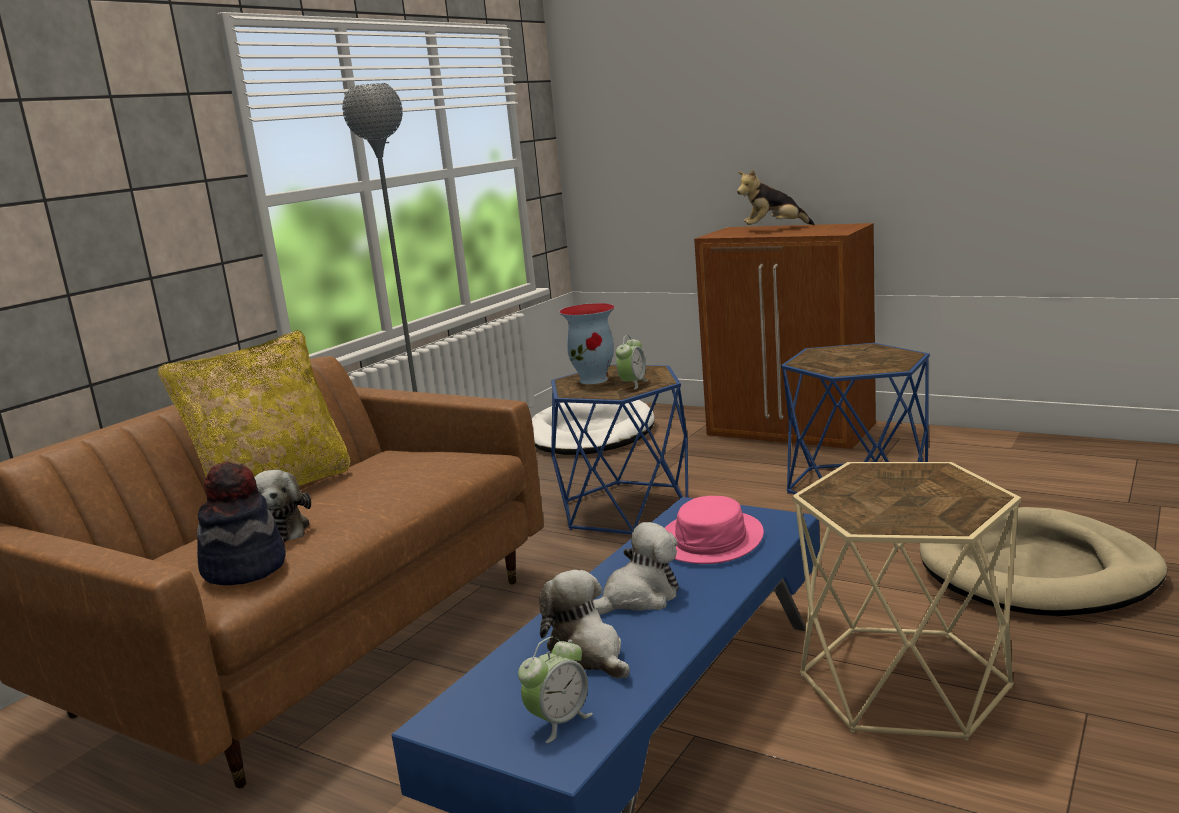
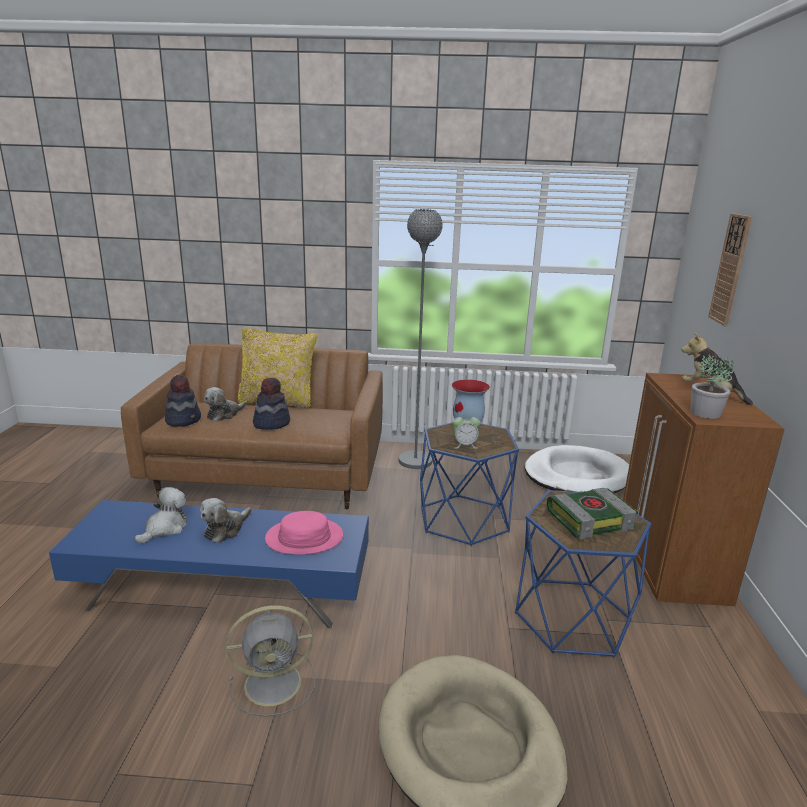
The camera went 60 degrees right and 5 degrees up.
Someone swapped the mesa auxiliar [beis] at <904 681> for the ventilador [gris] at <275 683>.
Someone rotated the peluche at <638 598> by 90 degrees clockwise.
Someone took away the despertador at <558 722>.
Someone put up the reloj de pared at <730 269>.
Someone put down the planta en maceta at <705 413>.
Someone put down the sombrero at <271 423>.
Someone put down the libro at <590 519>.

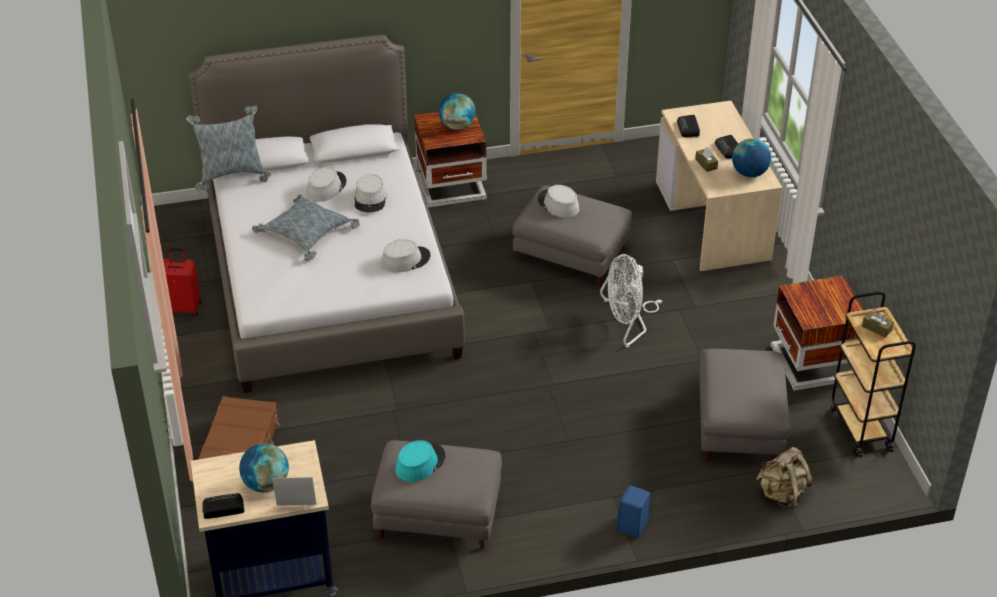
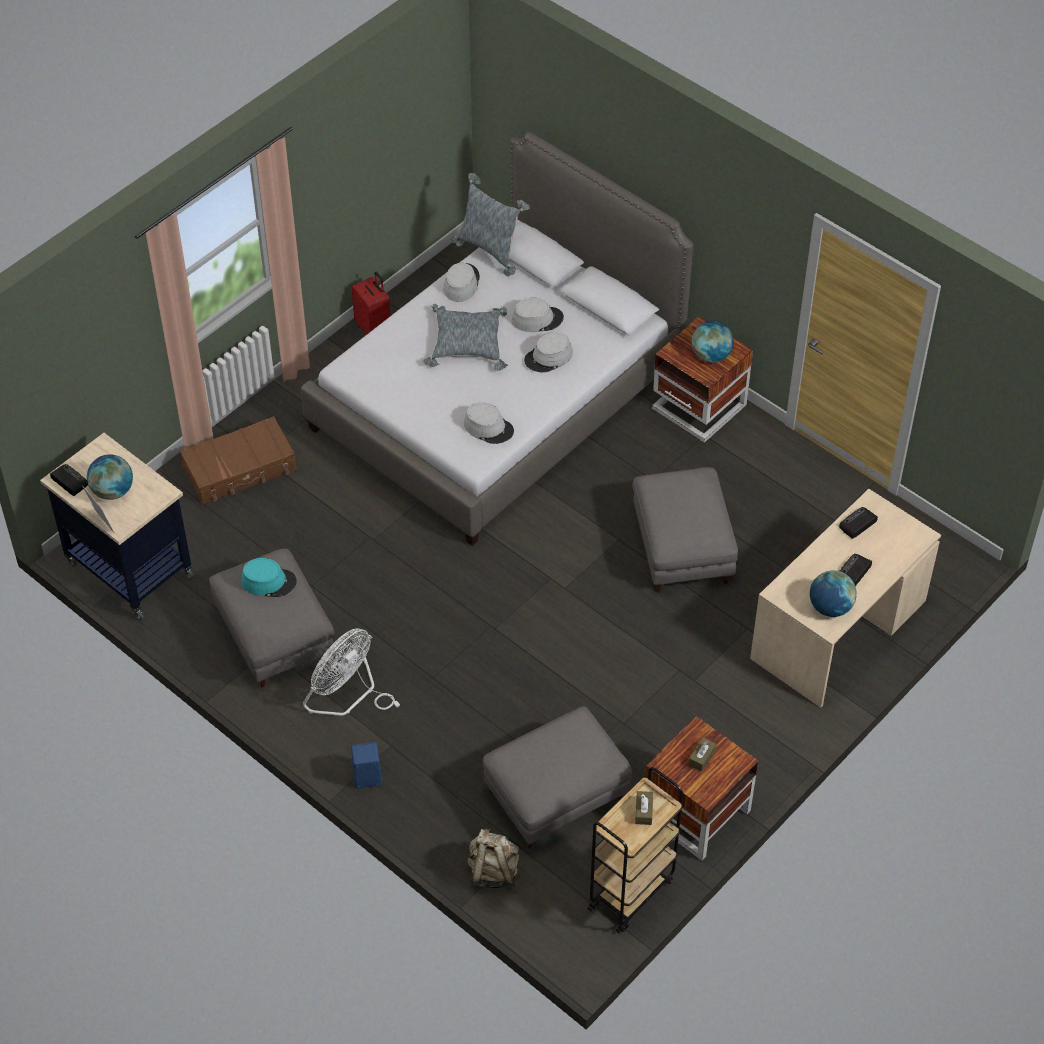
The camera went 55 degrees right and 10 degrees up.
Someone carried the caja de pañuelos [marrón] from <706 164> to <701 757>.
Someone carried the sombrero [gris] from <558 204> to <461 283>.
Someone carried the ventilador [blanco] from <629 319> to <352 693>.

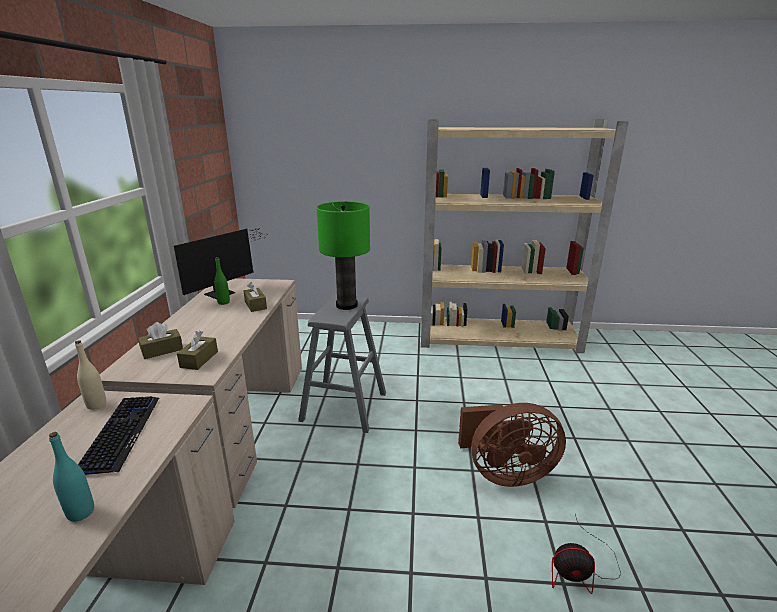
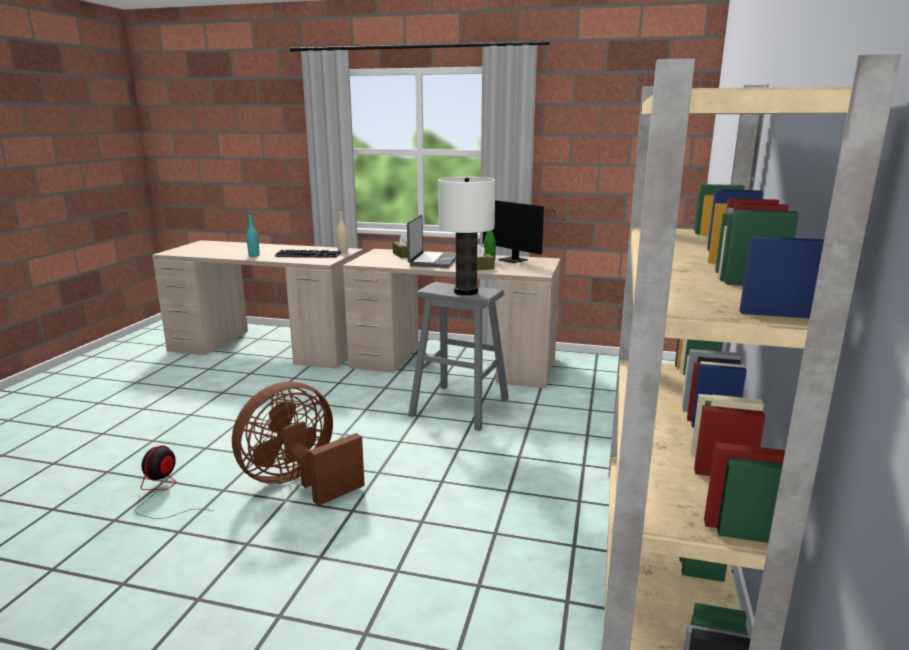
The camera went 100 degrees right and 5 degrees down.
Someone repainted the lámpara de mesa [verde] at <347 305>, which became the lámpara de mesa [blanco] at <465 292>.
Someone took away the caja de pañuelos [marrón] at <199 359>.
Someone rotated the ventilador [marrón] at <505 473> by 45 degrees clockwise.
Someone put down the portátil at <433 261>.

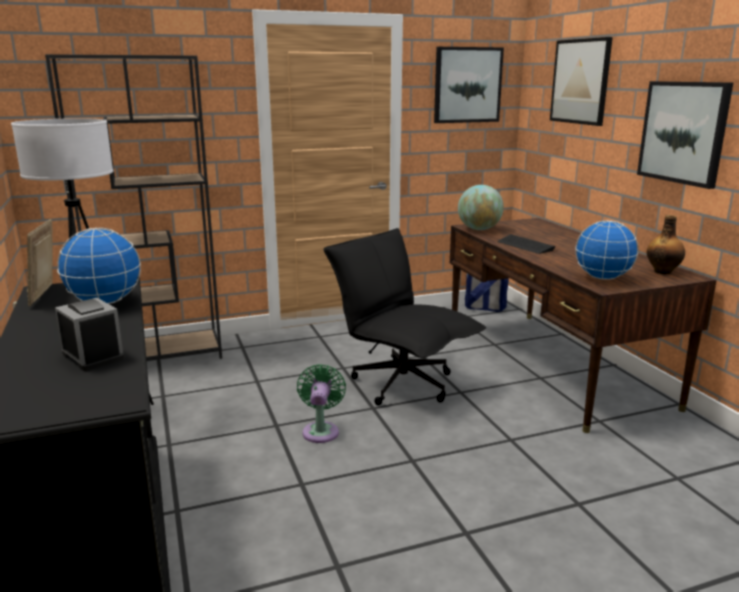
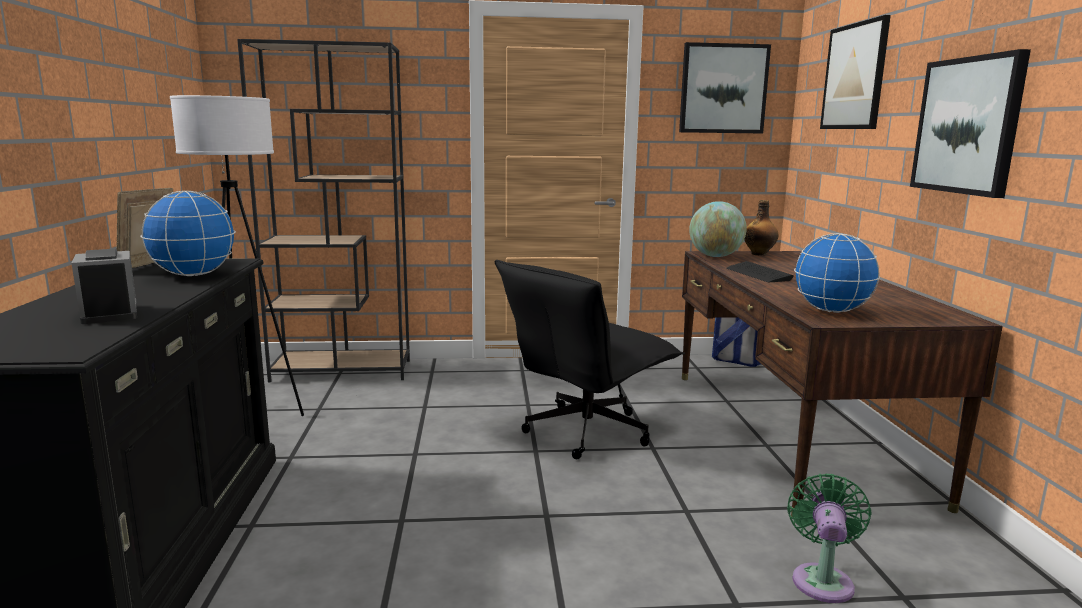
The camera went 15 degrees right and 5 degrees down.
Someone carried the botella from <663 271> to <759 254>.
Someone rotated the silla de oficina [negro] at <404 384> by 105 degrees counterclockwise.
Someone carried the ventilador [verde] from <321 430> to <822 579>.

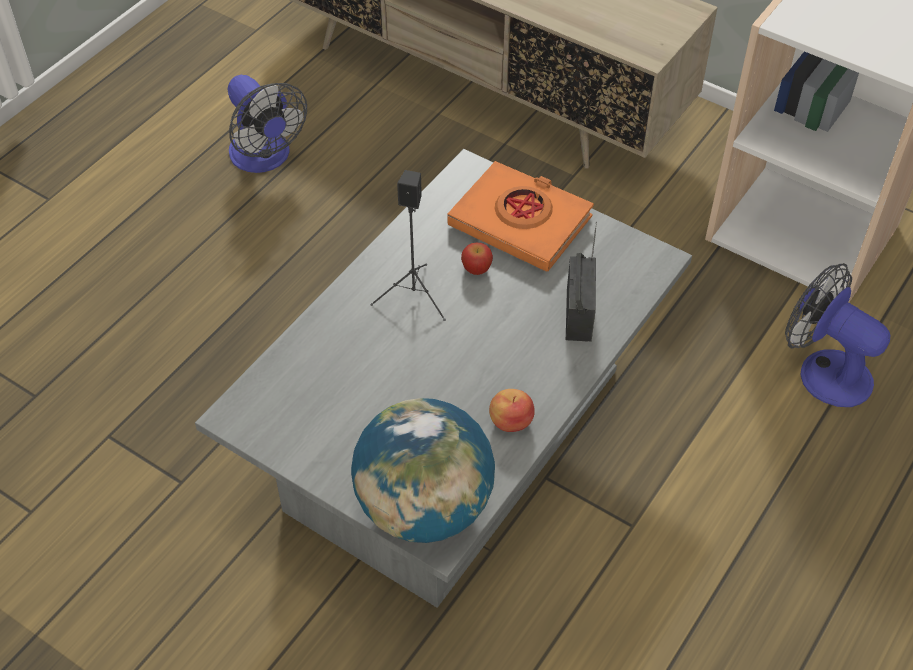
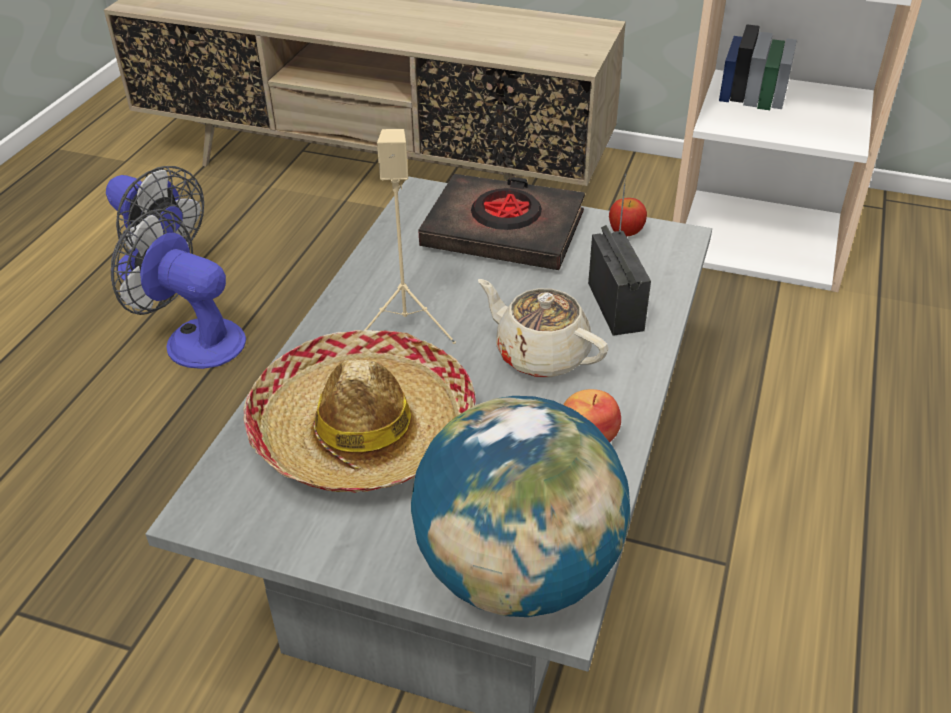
The camera went 15 degrees left and 10 degrees down.
Someone repainted the libro [naranja] at <520 222>, which became the libro [negro] at <504 231>.
Someone repainted the altavoz [negro] at <415 296>, which became the altavoz [beis] at <407 325>.
Someone carried the manzana from <476 269> to <626 232>.
Someone carried the ventilador from <824 371> to <194 339>.
Someone put down the tetera [beis] at <540 354>.
Someone put down the sombrero at <362 430>.

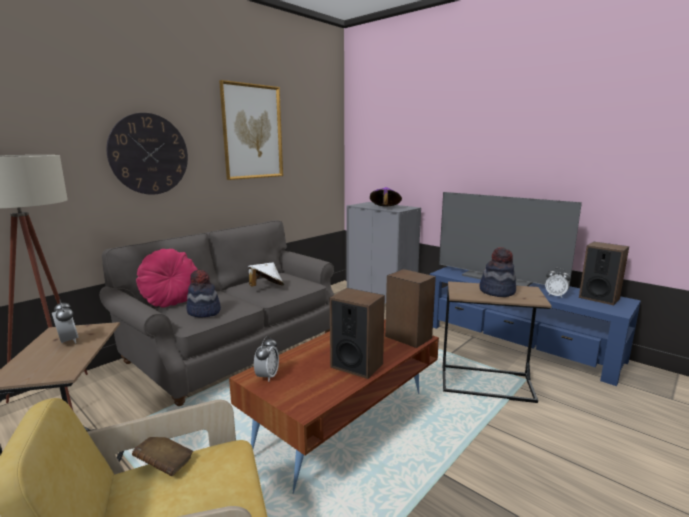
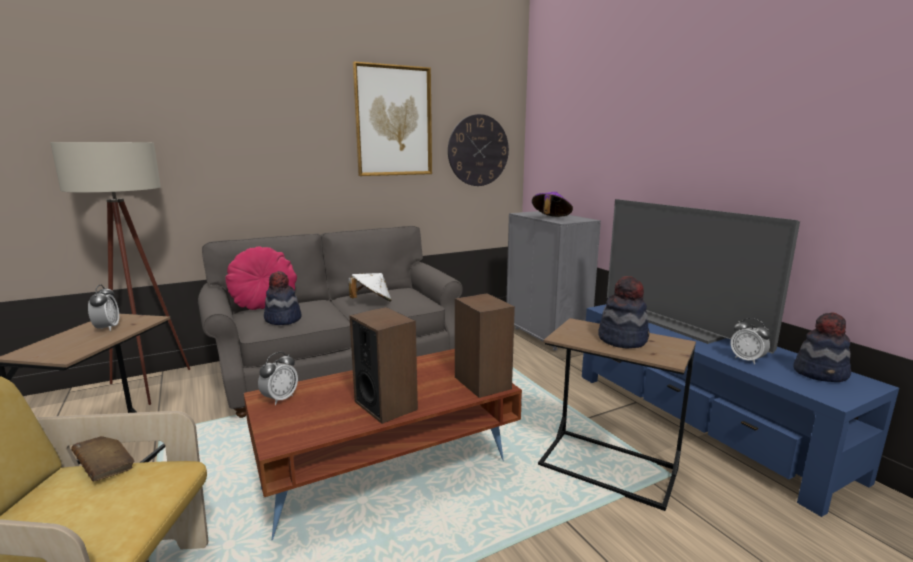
The camera went 20 degrees right and 0 degrees up.
Someone carried the reloj de pared from <149 154> to <478 150>.
Someone swapped the altavoz at <599 298> for the sombrero at <821 373>.

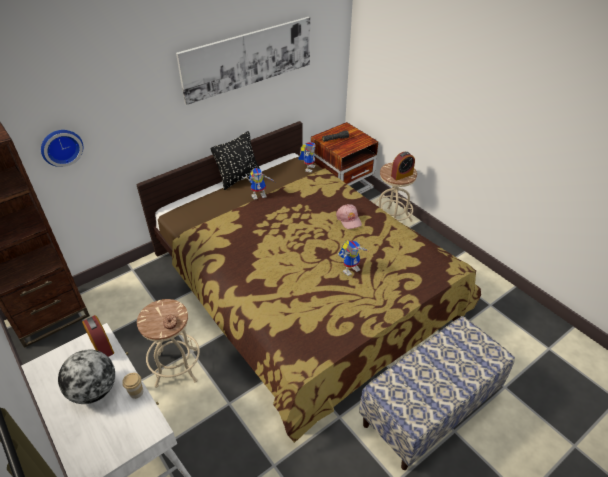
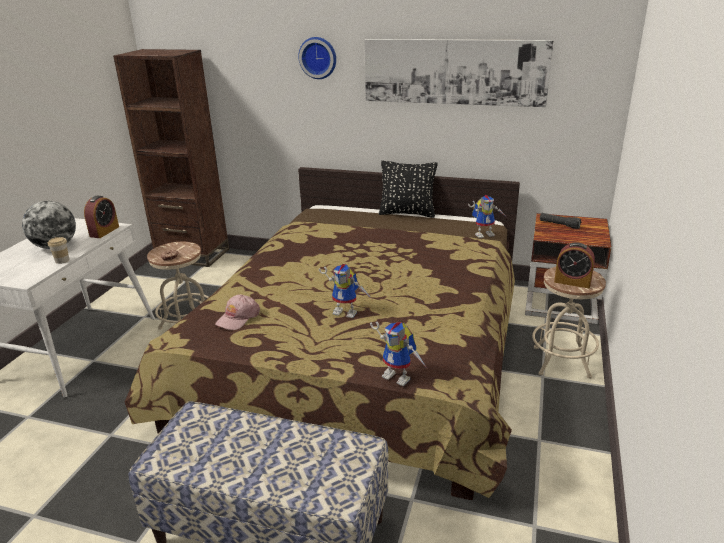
The camera went 55 degrees right and 15 degrees down.
Someone carried the reloj de pared from <61 147> to <318 57>.
Someone carried the robot de juguete from <259 195> to <400 376>.
Someone carried the gorra [rosa] from <349 219> to <238 318>.

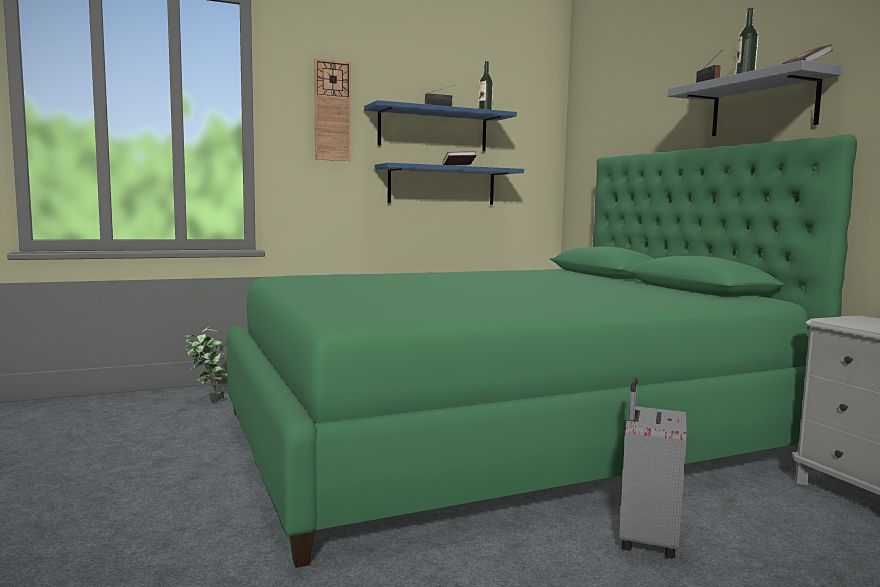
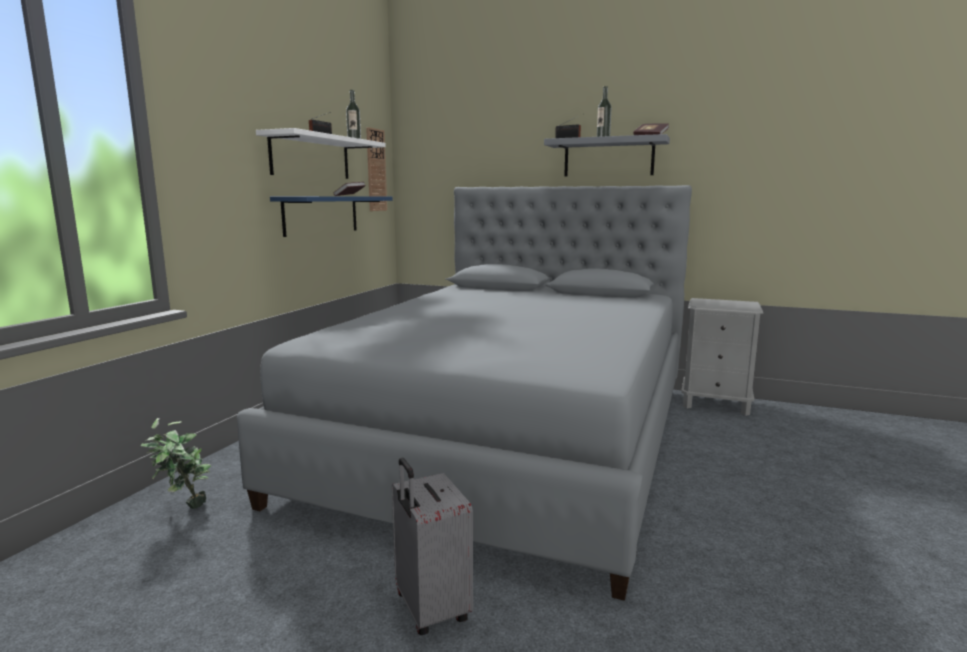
The camera went 45 degrees left and 5 degrees up.
Someone carried the reloj de pared from <332 111> to <376 170>.
Someone repainted the estante [azul] at <433 130>, which became the estante [blanco] at <311 157>.
Someone repainted the cama [verde] at <504 436>, which became the cama [gris] at <511 437>.
Someone carried the maleta [gris] from <646 540> to <430 609>.

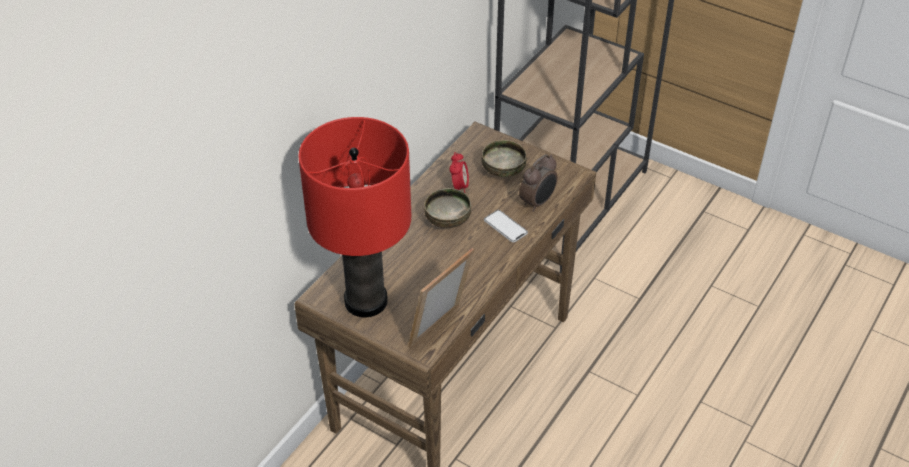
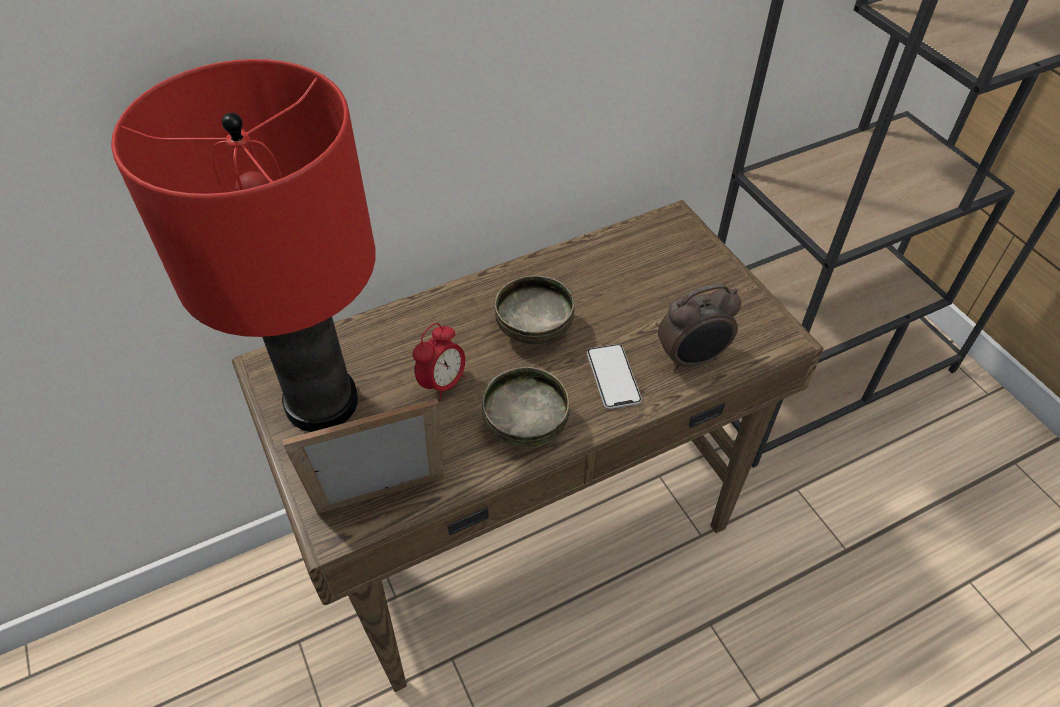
The camera went 30 degrees right and 5 degrees up.
Someone carried the cuenco from <502 171> to <524 425>.
Someone carried the despertador from <459 187> to <443 383>.

